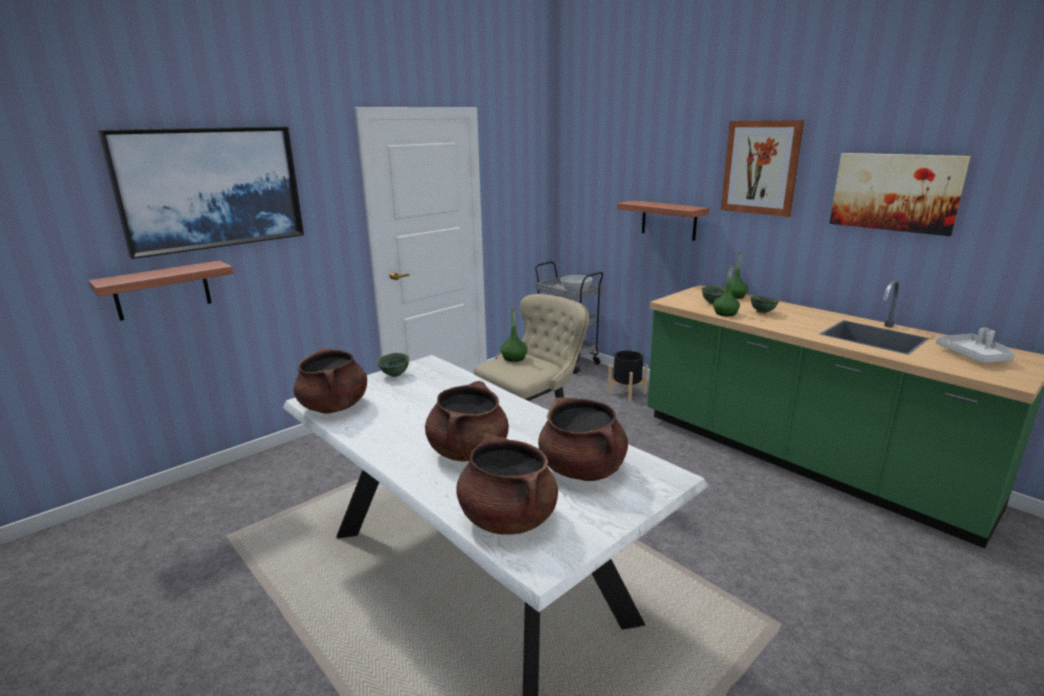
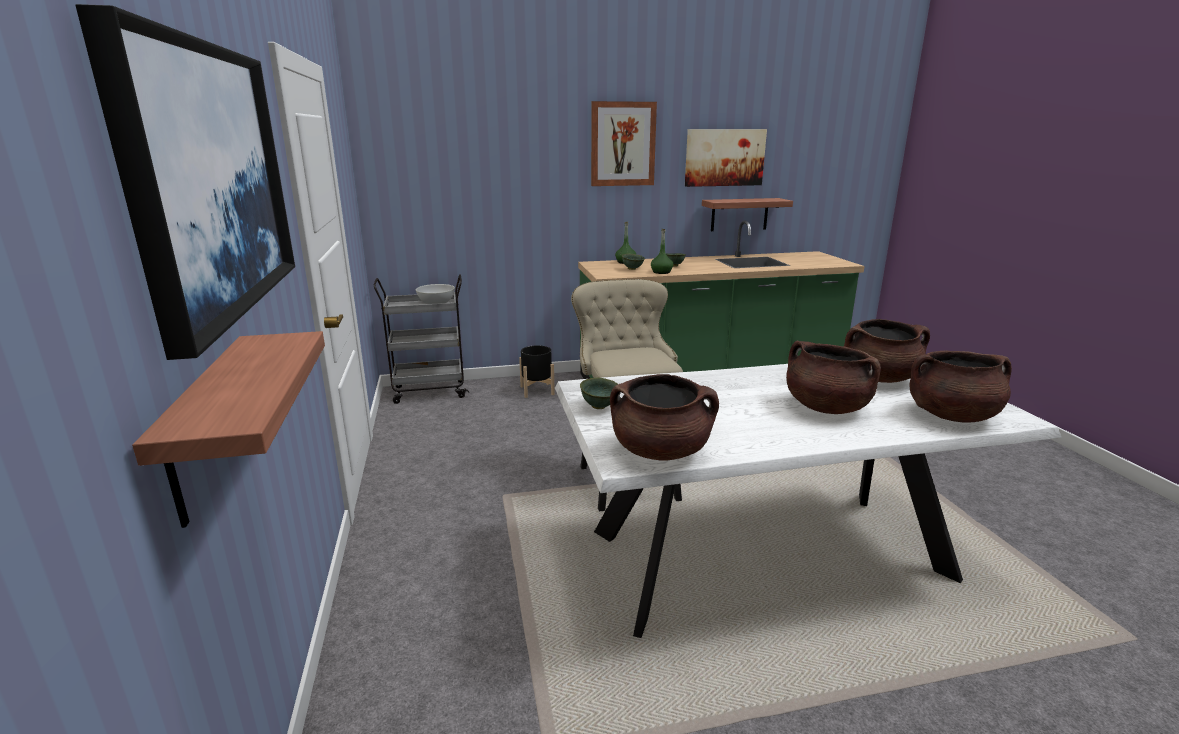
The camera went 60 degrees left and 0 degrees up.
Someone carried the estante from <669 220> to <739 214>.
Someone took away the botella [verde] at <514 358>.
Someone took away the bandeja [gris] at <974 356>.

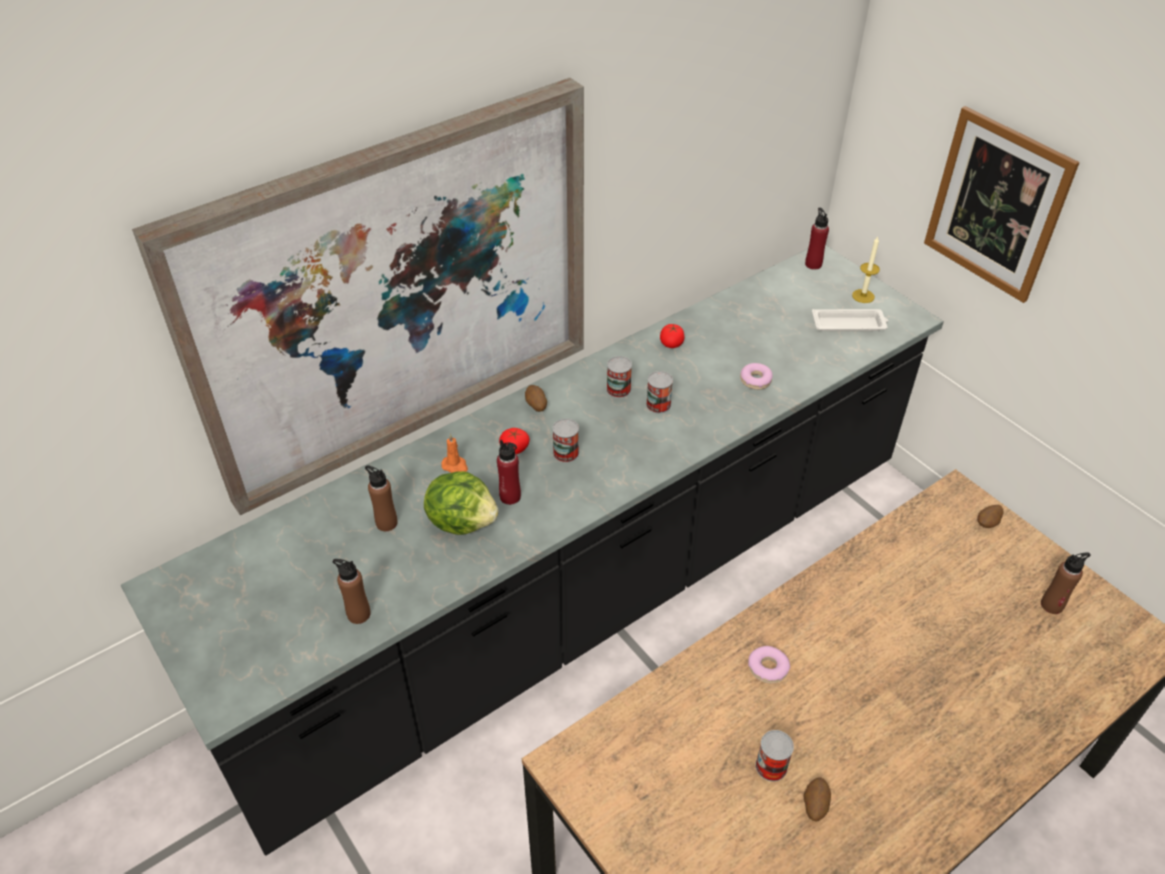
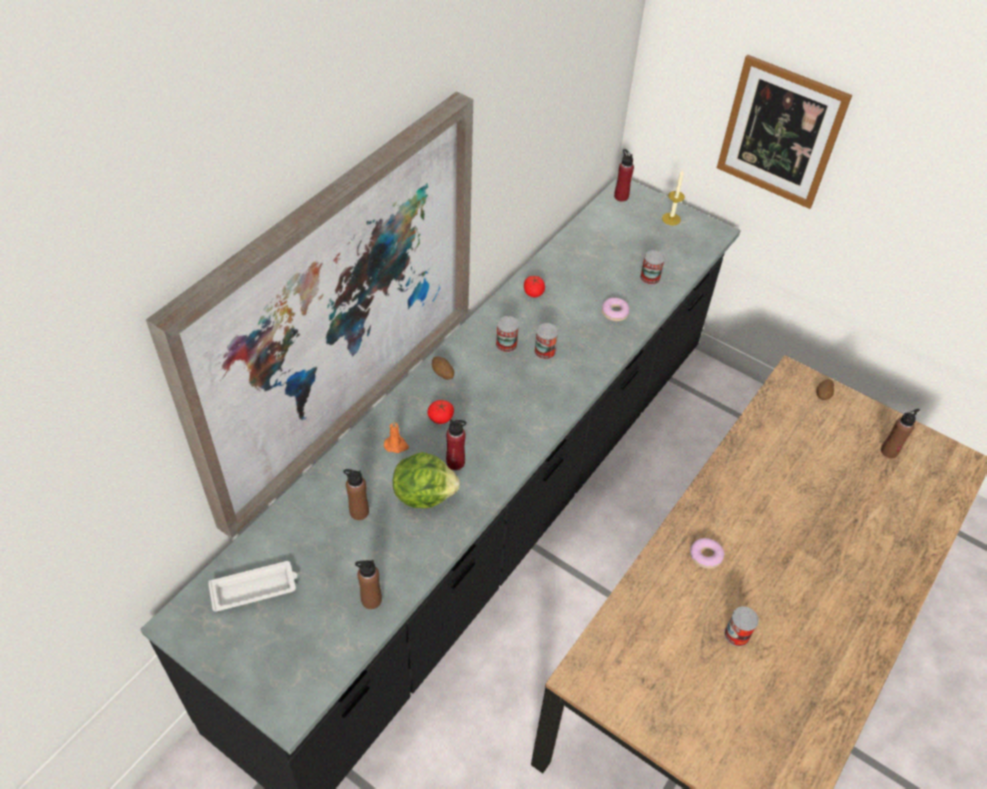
The camera went 20 degrees left and 5 degrees up.
Someone carried the bandeja [blanco] from <849 324> to <255 589>.
Someone carried the lata from <566 453> to <650 277>.
Someone took away the patata at <814 805>.

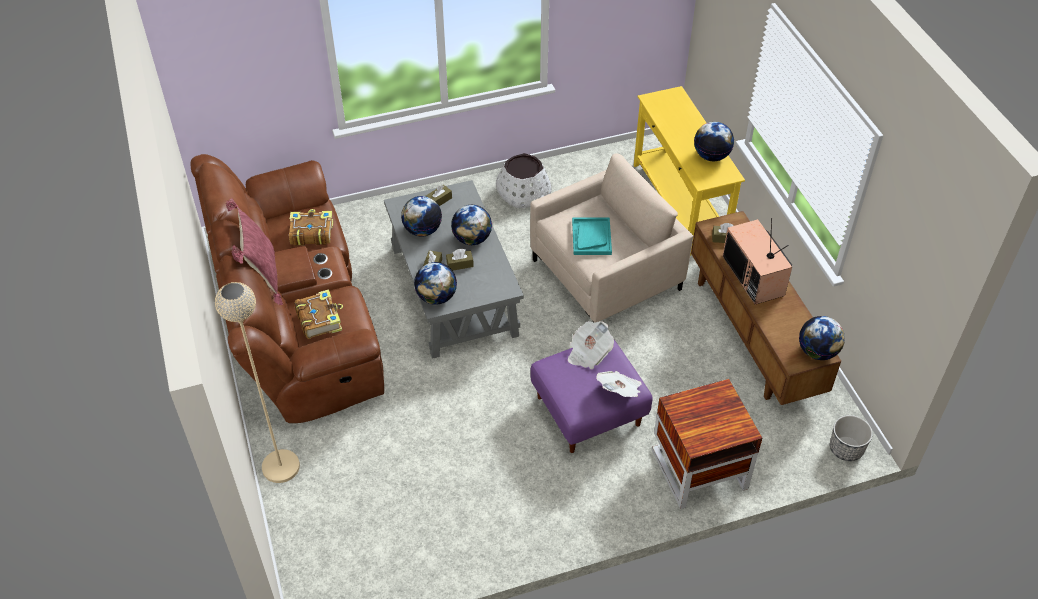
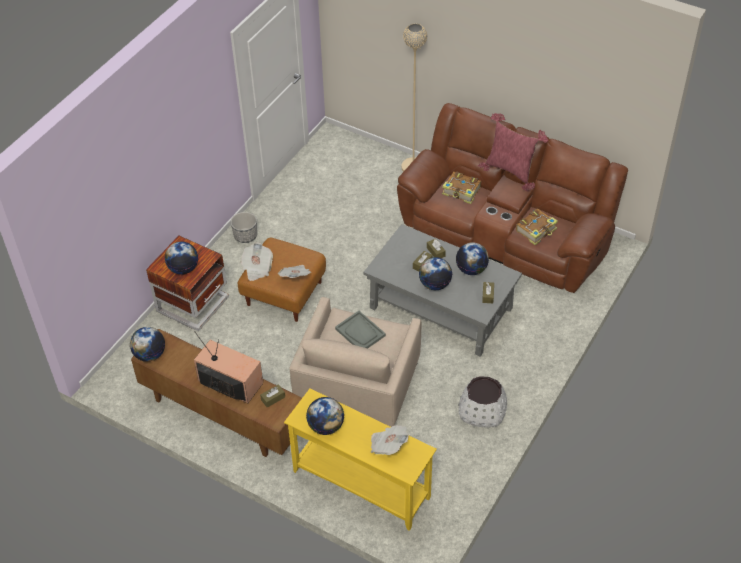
The camera went 140 degrees right and 0 degrees up.
Someone repainted the bandeja [turquesa] at <591 237>, which became the bandeja [gris] at <360 332>.
Someone carried the globo terráqueo from <436 297> to <183 268>.
Someone repainted the puf [morado] at <588 411>, which became the puf [marrón] at <284 293>.
Someone carried the maceta from <846 448> to <245 236>.
Someone put down the periódico at <388 445>.

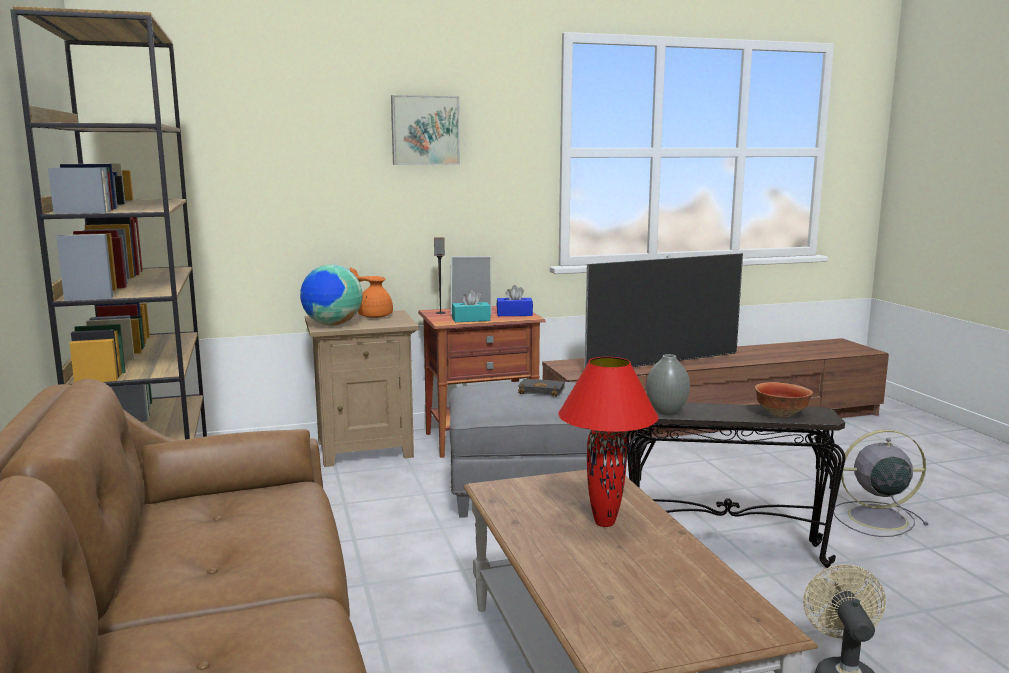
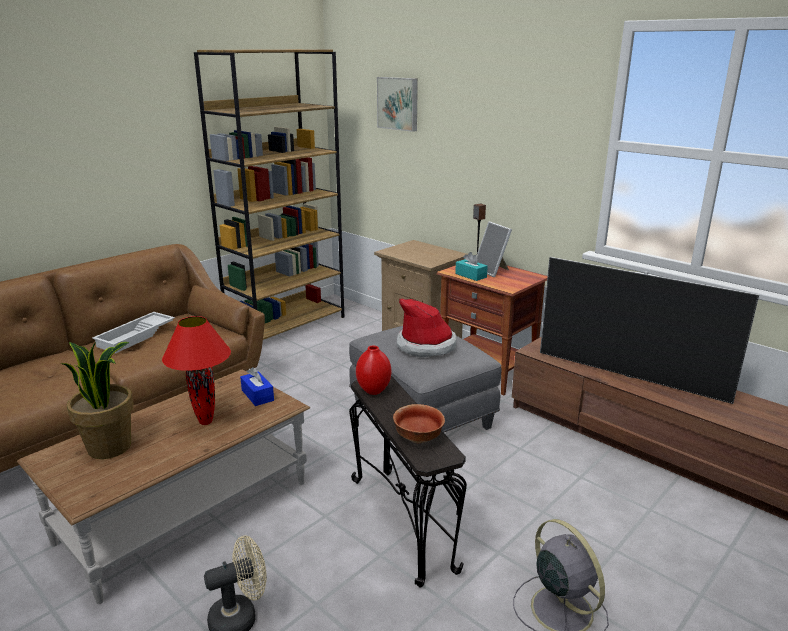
The camera went 60 degrees right and 10 degrees up.
Someone carried the cuadro from <425 130> to <398 103>.
Someone took away the globo terráqueo at <332 325>.
Someone took away the tetera [naranja] at <373 316>.
Someone carried the caja de pañuelos [azul] from <514 314> to <257 395>.
Someone repainted the florero [gris] at <667 412>, which became the florero [rojo] at <374 391>.
Someone swapped the libro [negro] at <543 391> for the sombrero at <426 345>.
Someone put down the bandeja [blanco] at <136 337>.
Someone put down the planta en maceta at <110 447>.

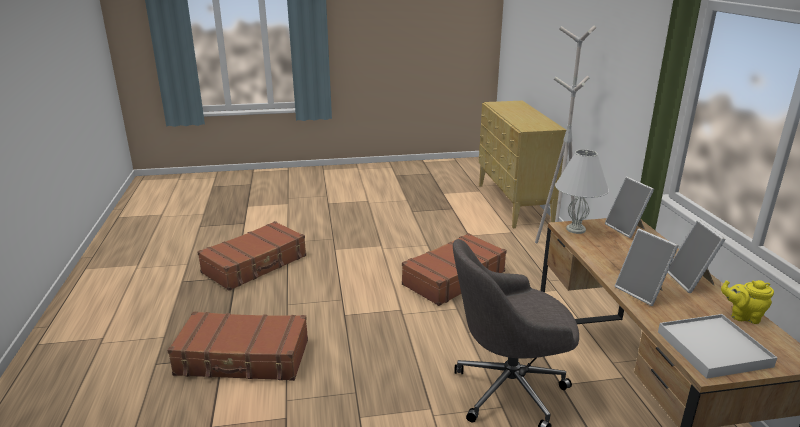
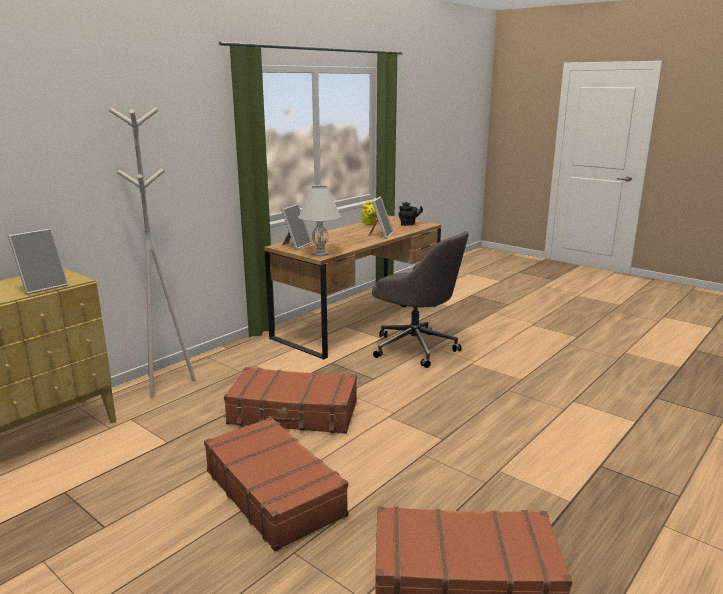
The camera went 130 degrees left and 5 degrees down.
Someone carried the portarretratos from <691 282> to <43 287>.
Someone carried the maleta [marrón] from <243 358> to <274 492>.
Someone swapped the bandeja [blanco] at <713 348> for the tetera [negro] at <409 224>.

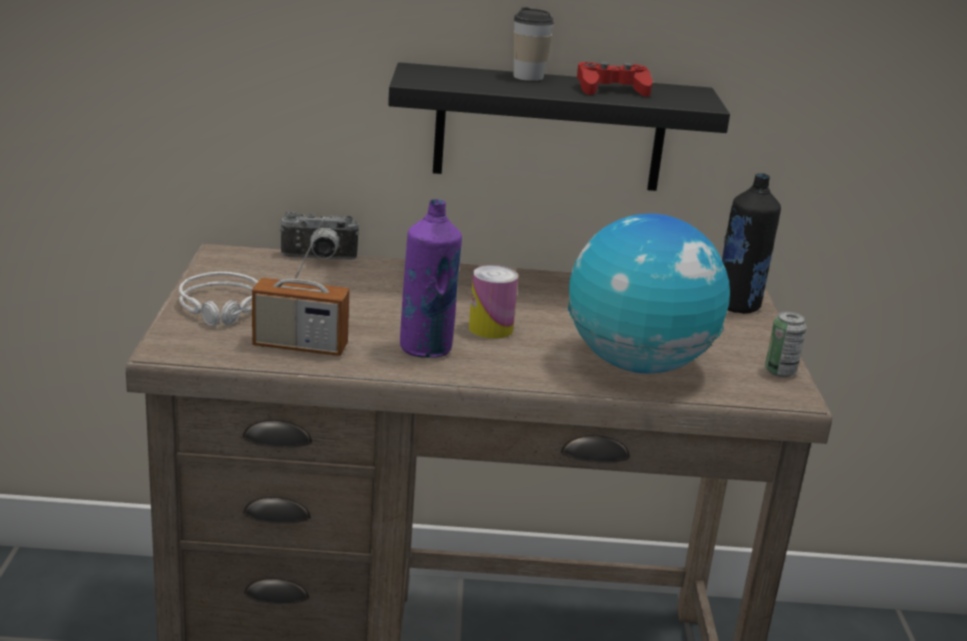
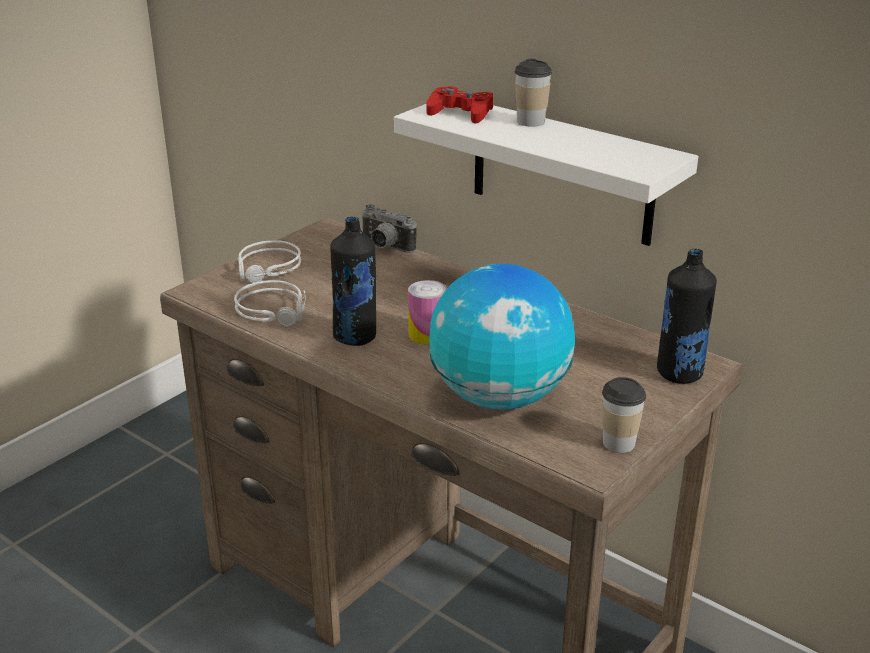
The camera went 40 degrees right and 5 degrees up.
Someone repainted the estante [negro] at <550 128>, which became the estante [blanco] at <561 170>.
Someone carried the mando de consola [rojo] from <611 89> to <461 113>.
Someone repainted the botella [morado] at <426 349>, which became the botella [negro] at <356 337>.
Someone swapped the radio at <300 346> for the auriculares [gris] at <275 310>.
Someone swapped the lata at <780 371> for the taza at <618 443>.

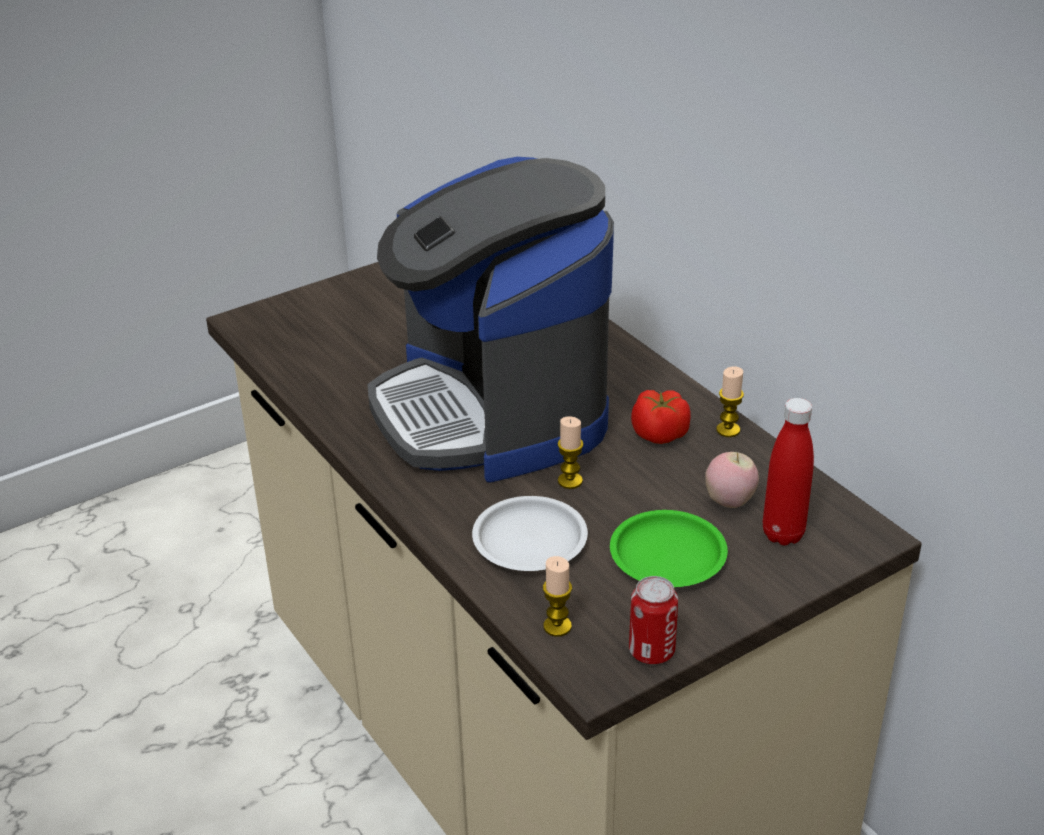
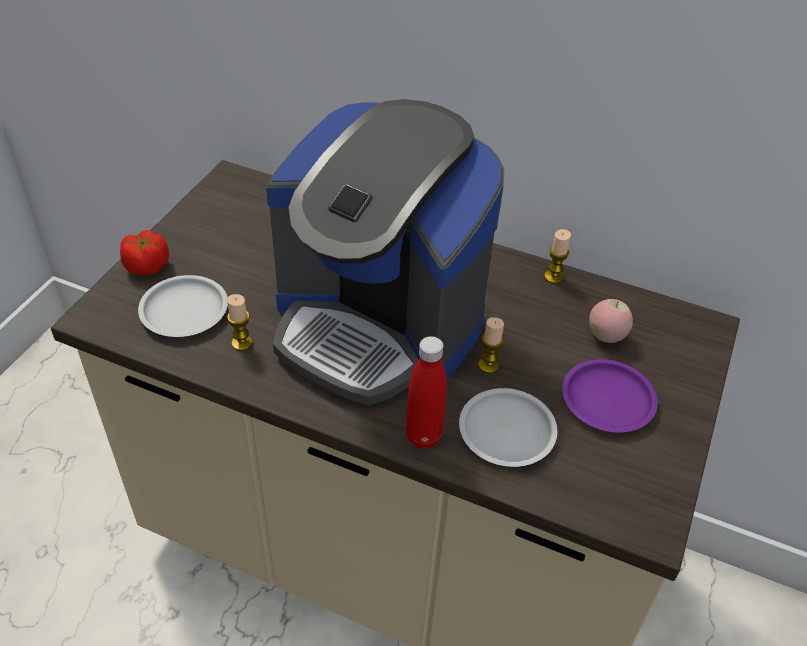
The camera went 35 degrees left and 10 degrees up.
Someone carried the tomate from <660 434> to <147 266>.
Someone carried the botella [rojo] from <783 534> to <423 436>.
Someone repainted the plato [verde] at <667 555>, which became the plato [morado] at <606 400>.
Someone carried the vela from <557 626> to <242 343>.
Someone took away the lata at <651 651>.
Someone put down the plato [blanco] at <183 311>.

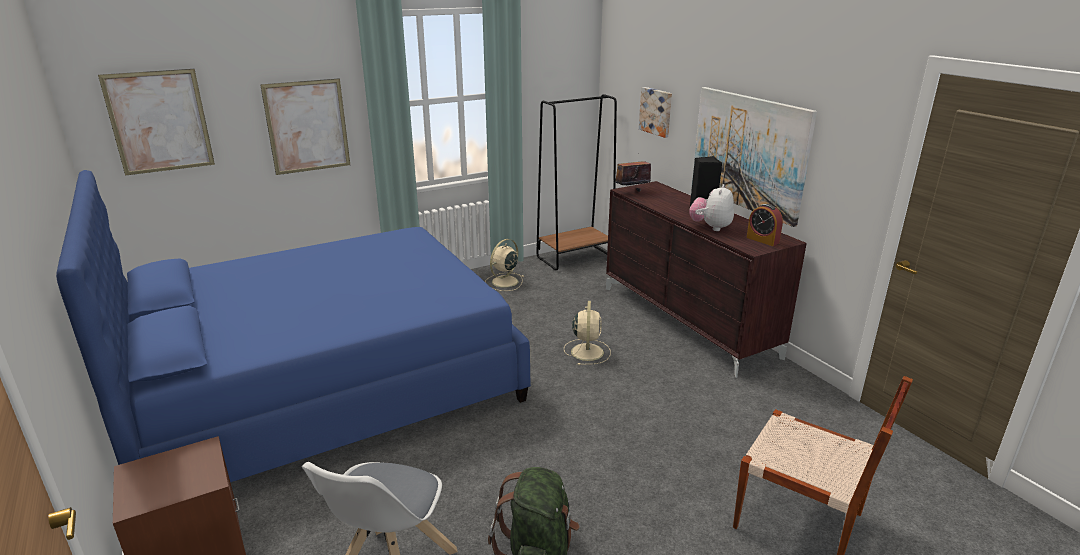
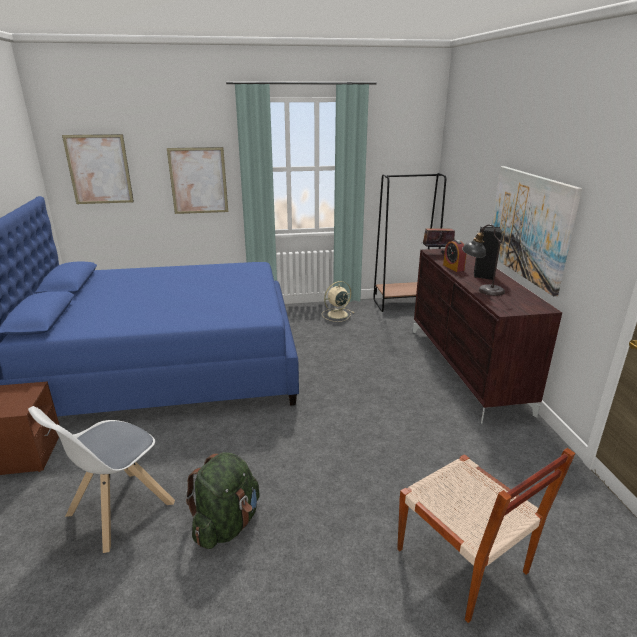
The camera went 20 degrees right and 0 degrees up.
Someone took away the cuadro at <656 111>.
Someone swapped the peluche at <710 227> for the lámpara de mesa [gris] at <480 288>.
Someone carried the despertador from <762 240> to <453 267>.
Someone took away the ventilador [beis] at <587 351>.

